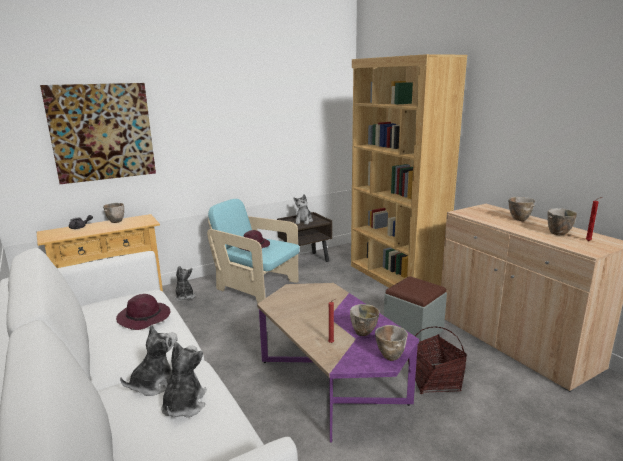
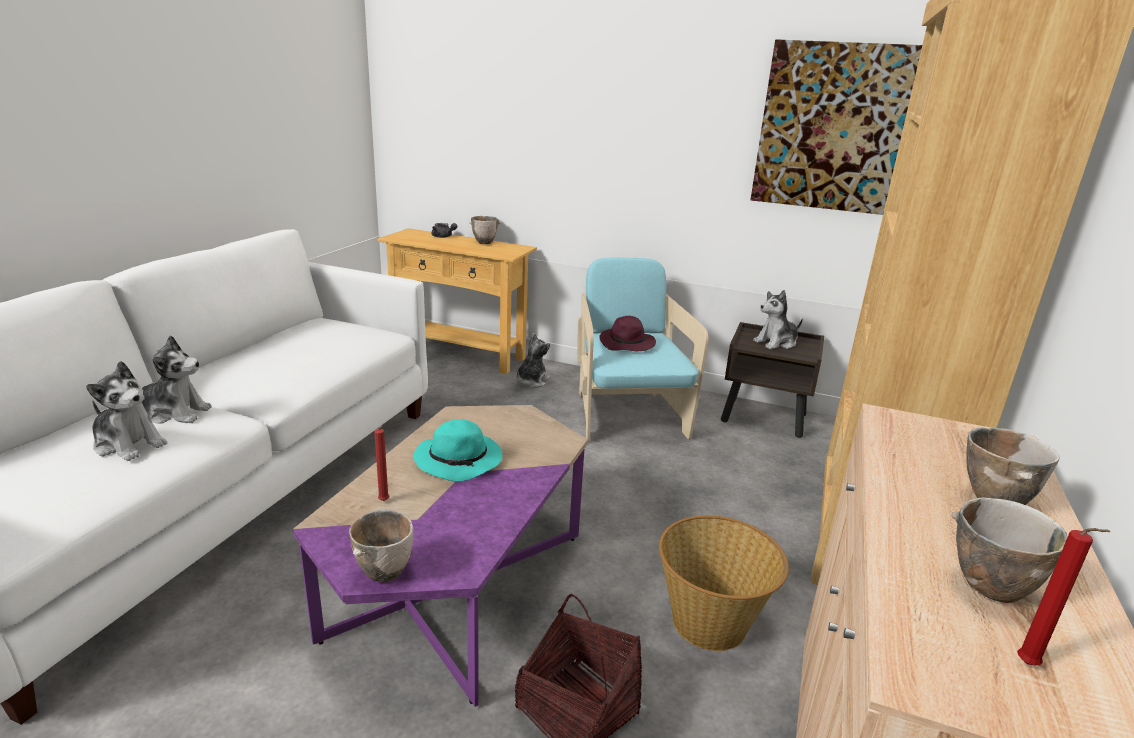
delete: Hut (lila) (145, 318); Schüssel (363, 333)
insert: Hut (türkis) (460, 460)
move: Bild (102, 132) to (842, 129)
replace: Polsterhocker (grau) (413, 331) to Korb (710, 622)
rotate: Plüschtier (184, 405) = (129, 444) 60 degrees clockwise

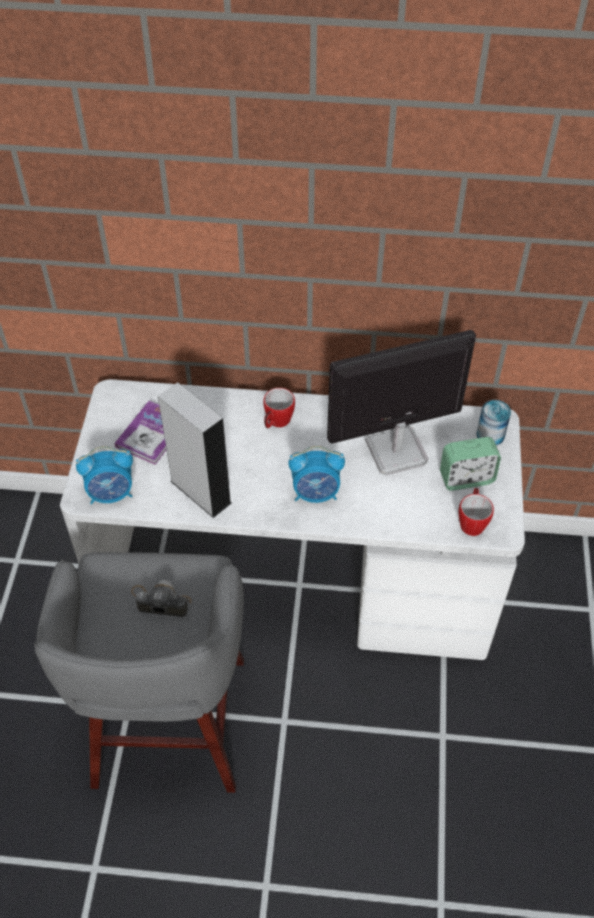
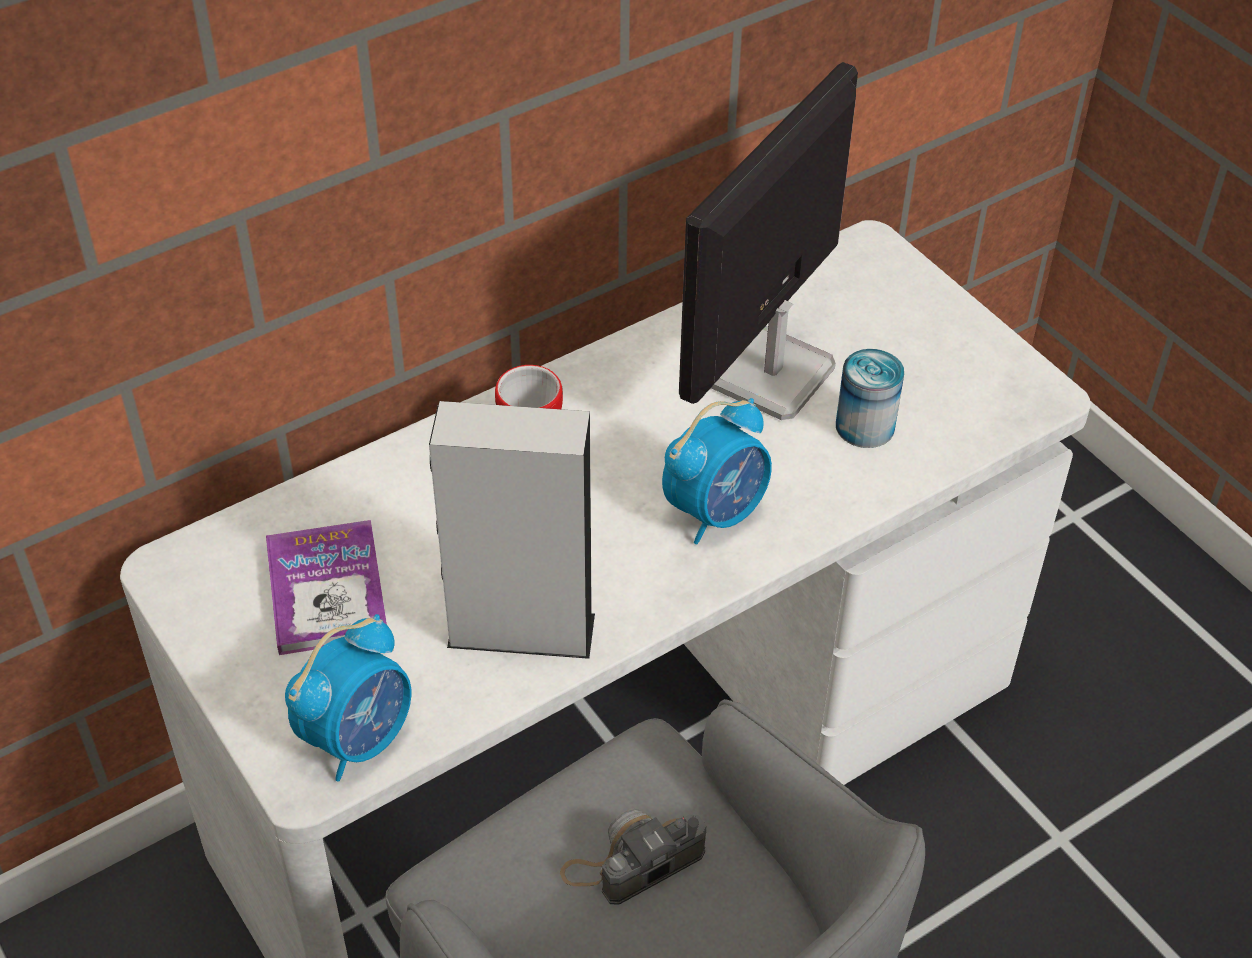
delete: Wecker (466, 478); Henkelbecher (472, 521)
move: Dose (490, 435) to (865, 426)

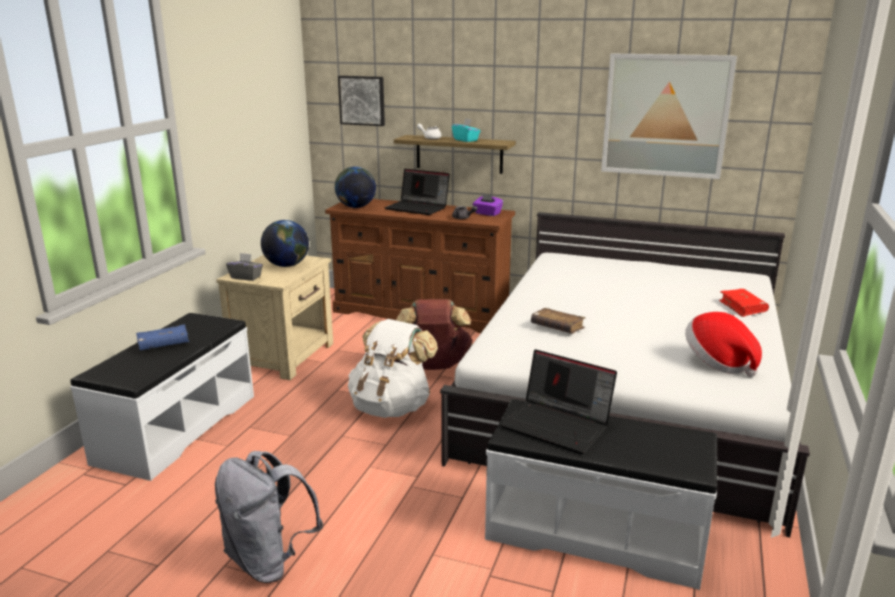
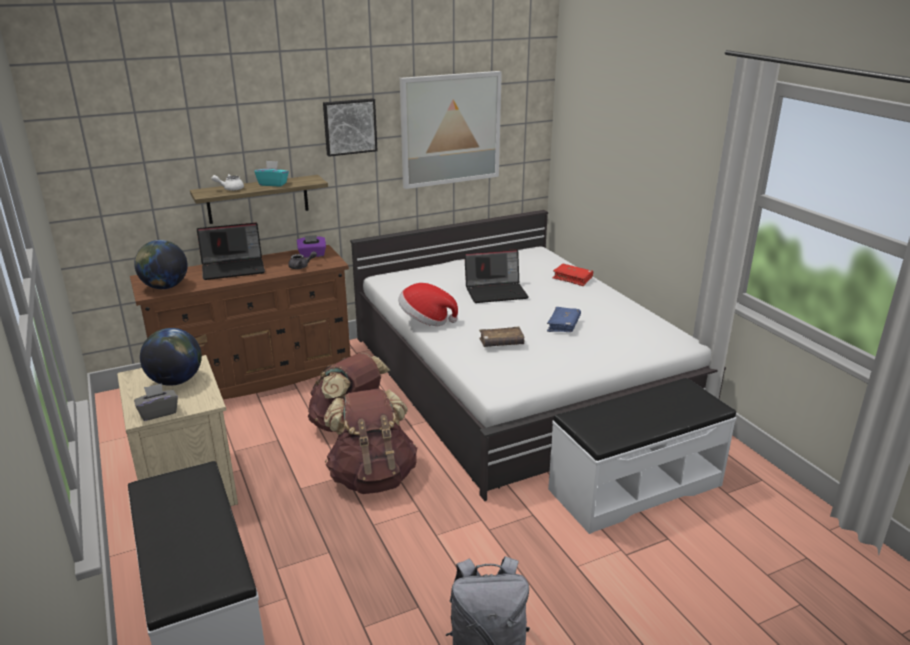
move: Buch (blau) (163, 344) to (563, 325); Bild (362, 100) to (349, 126); Laptop (558, 425) to (496, 292); Hut (718, 362) to (426, 320)
recolor: Rucksack (weiß) (391, 407) to Rucksack (braun) (372, 477)

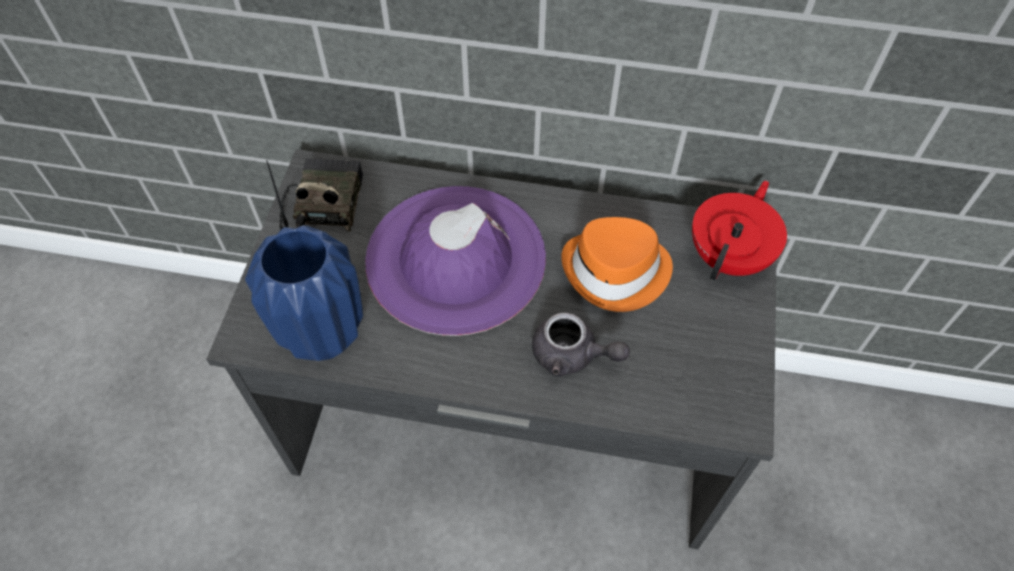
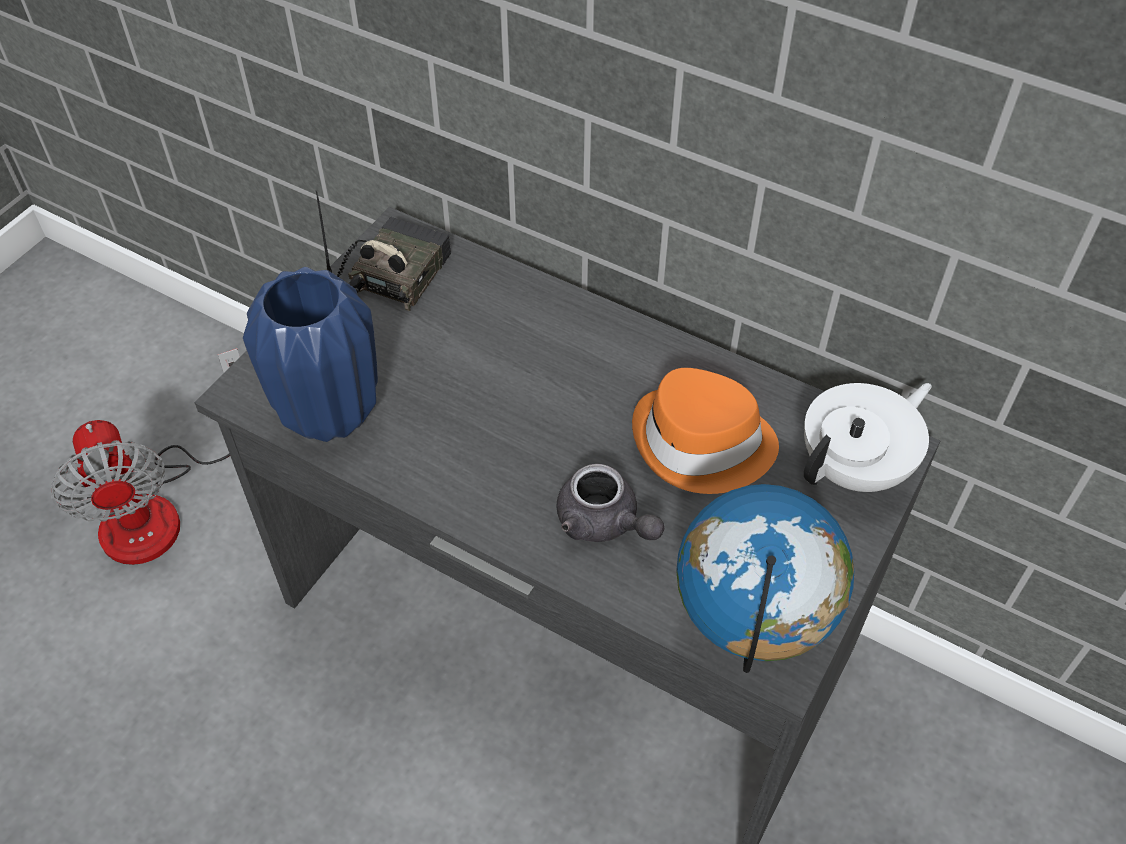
delete: Hut (lila) (455, 258)
insert: Ventilator (160, 507); Globus (749, 633)
recolor: Teekanne (rot) (730, 256) to Teekanne (weiß) (856, 467)

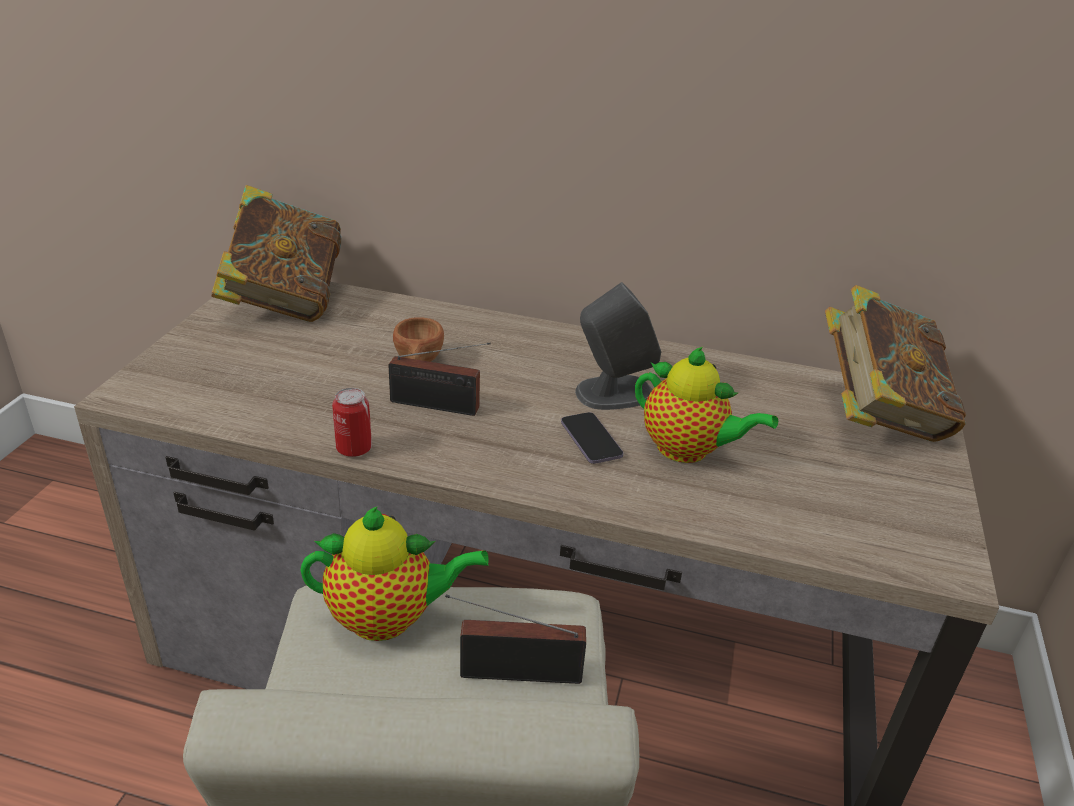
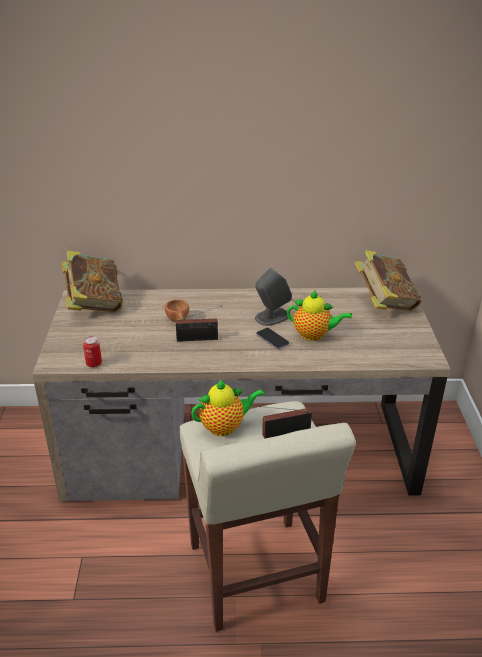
move: Dose (354, 449) to (94, 363)

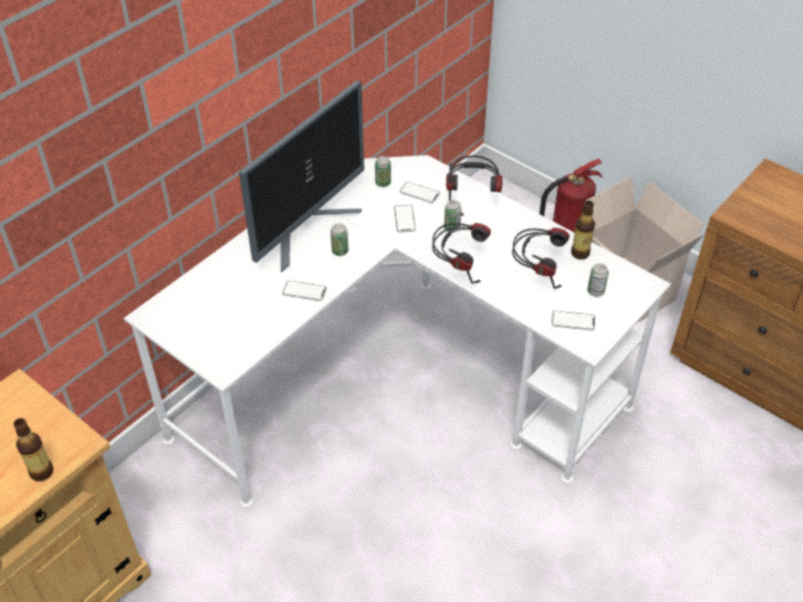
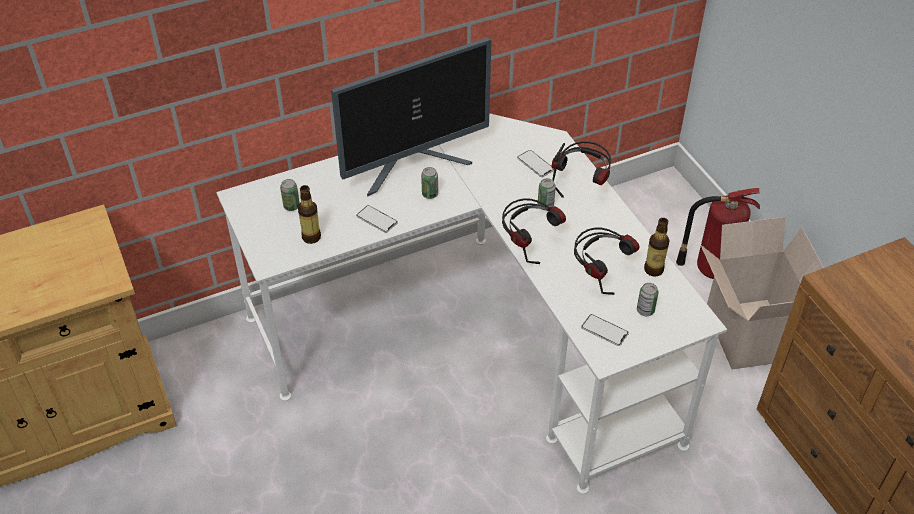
delete: Handy (404, 219)
move: Flasche (41, 472) to (311, 237); Dose (383, 183) to (291, 206)

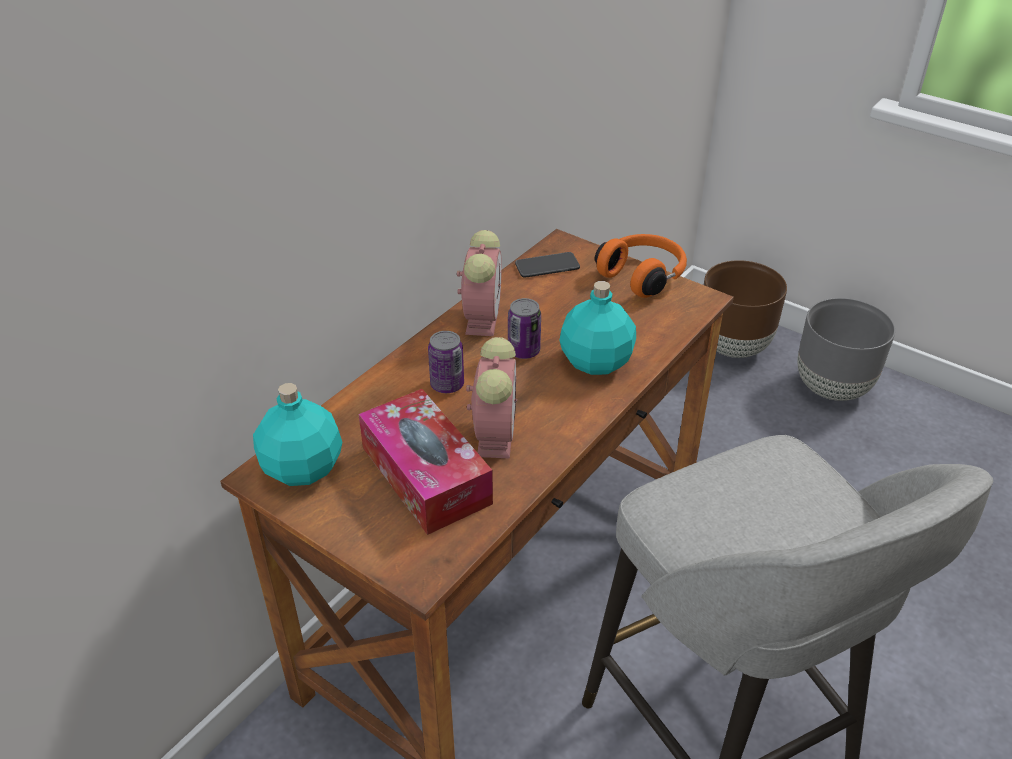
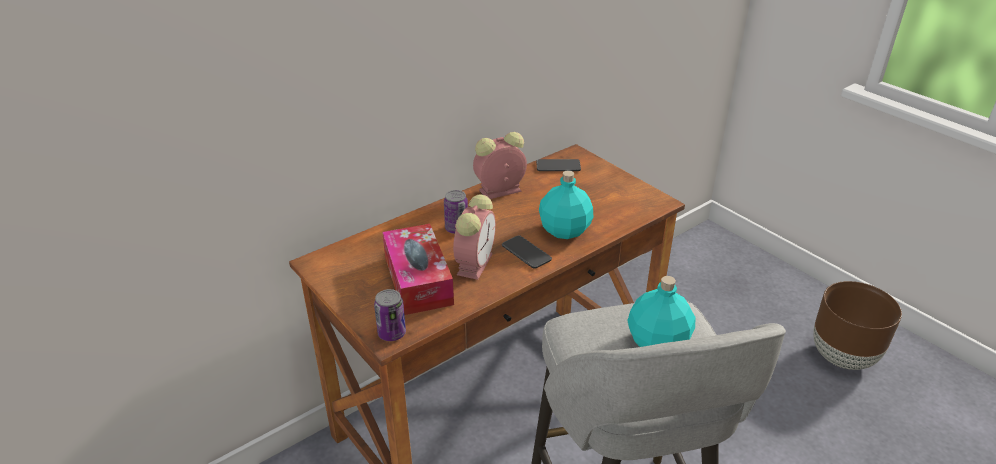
delete: Kopfhörer (orange) (643, 276); Pflanzkübel (grau) (832, 388)
insert: Handy (526, 253)
move: Flasche (türkis) (304, 468) to (658, 342); Dose (524, 351) to (392, 333); Pflanzkübel (braun) (733, 346) to (843, 356)
rotate: Wecker (482, 317) = (498, 191) 135 degrees counterclockwise

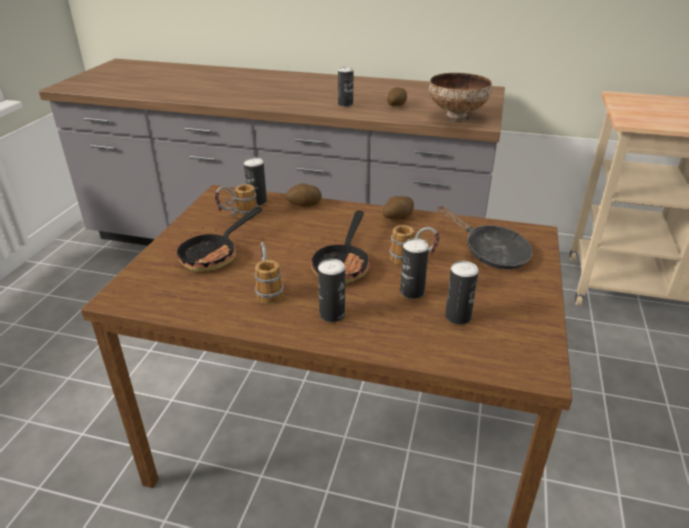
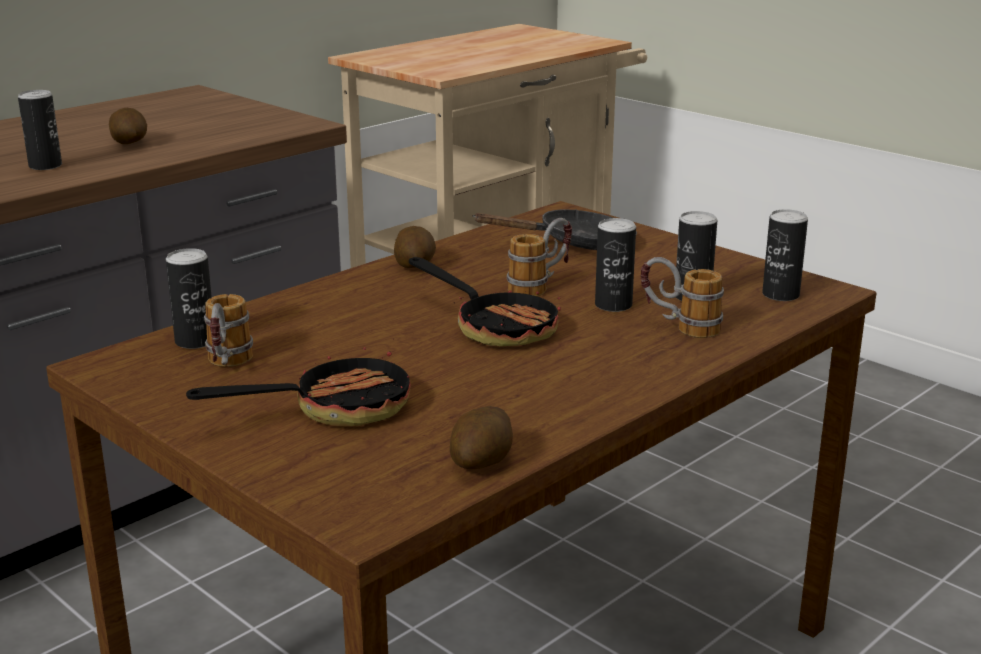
delete: Schüssel (457, 118)
move: Henkelbecher (268, 289) to (679, 327); Kartoffel (303, 205) to (482, 463); Dose (332, 314) to (780, 295)
rotate: Pfanne (215, 255) = (334, 408) 90 degrees counterclockwise

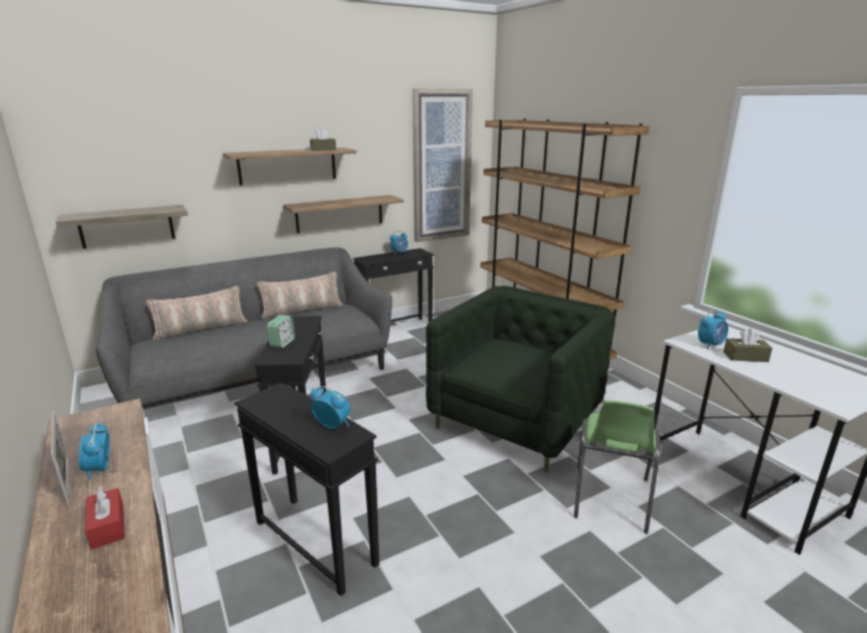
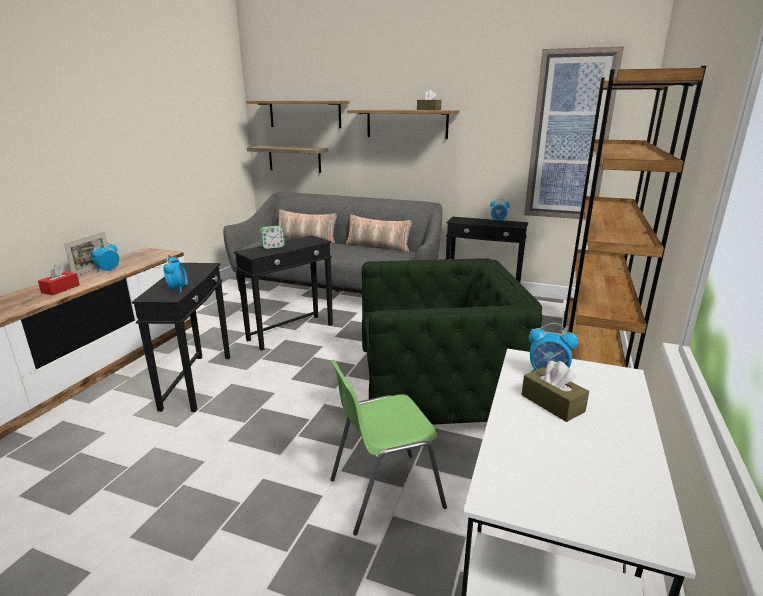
move: Wandregal (340, 213) to (305, 114)

